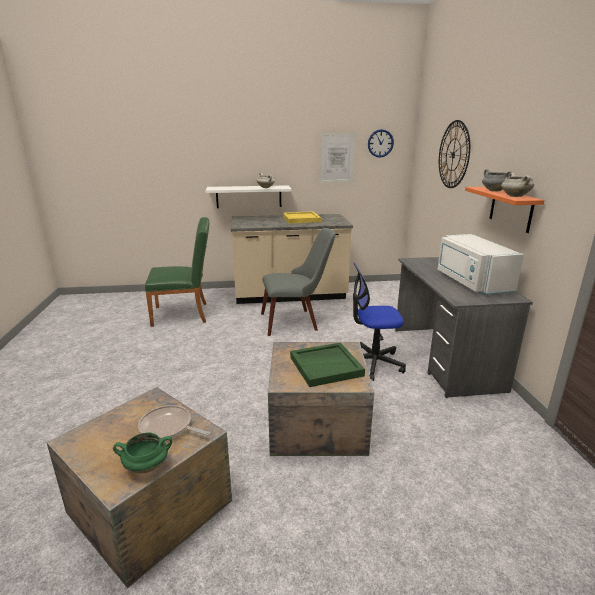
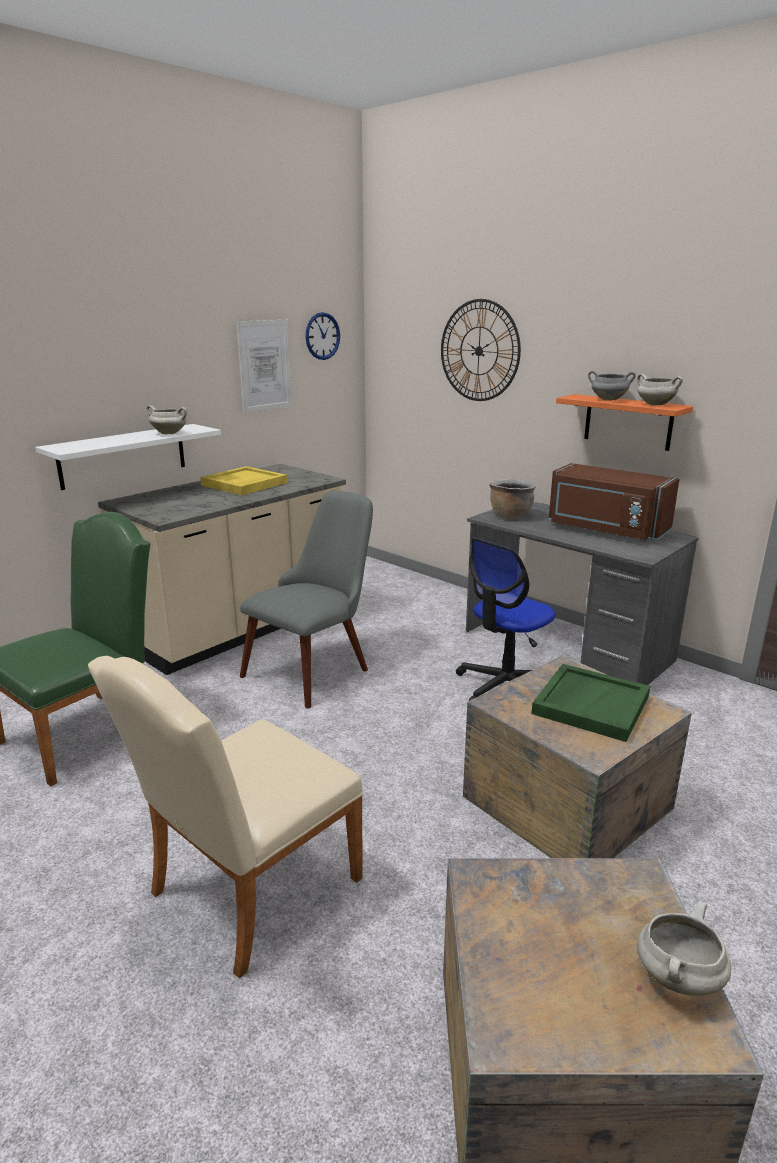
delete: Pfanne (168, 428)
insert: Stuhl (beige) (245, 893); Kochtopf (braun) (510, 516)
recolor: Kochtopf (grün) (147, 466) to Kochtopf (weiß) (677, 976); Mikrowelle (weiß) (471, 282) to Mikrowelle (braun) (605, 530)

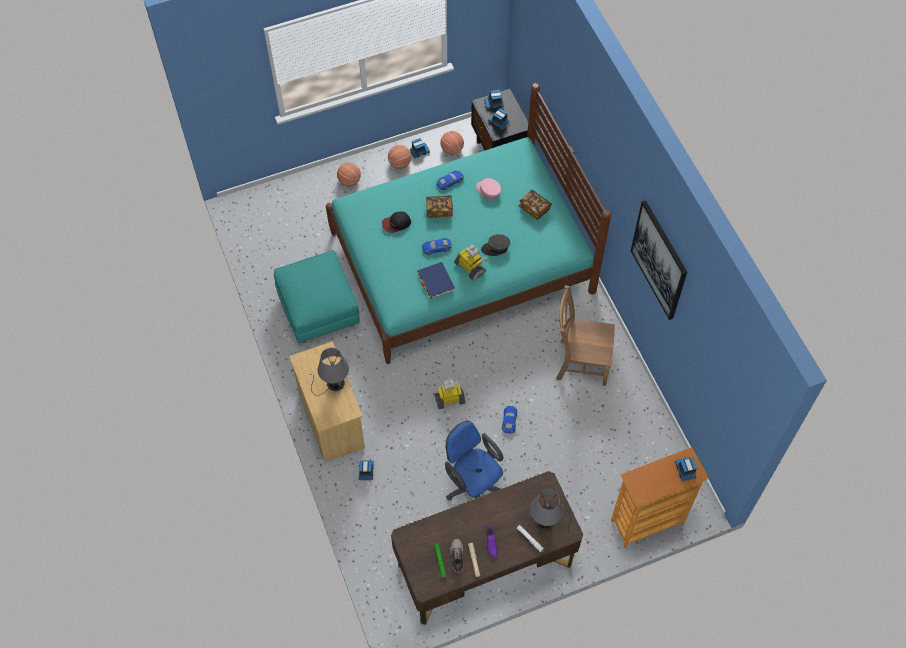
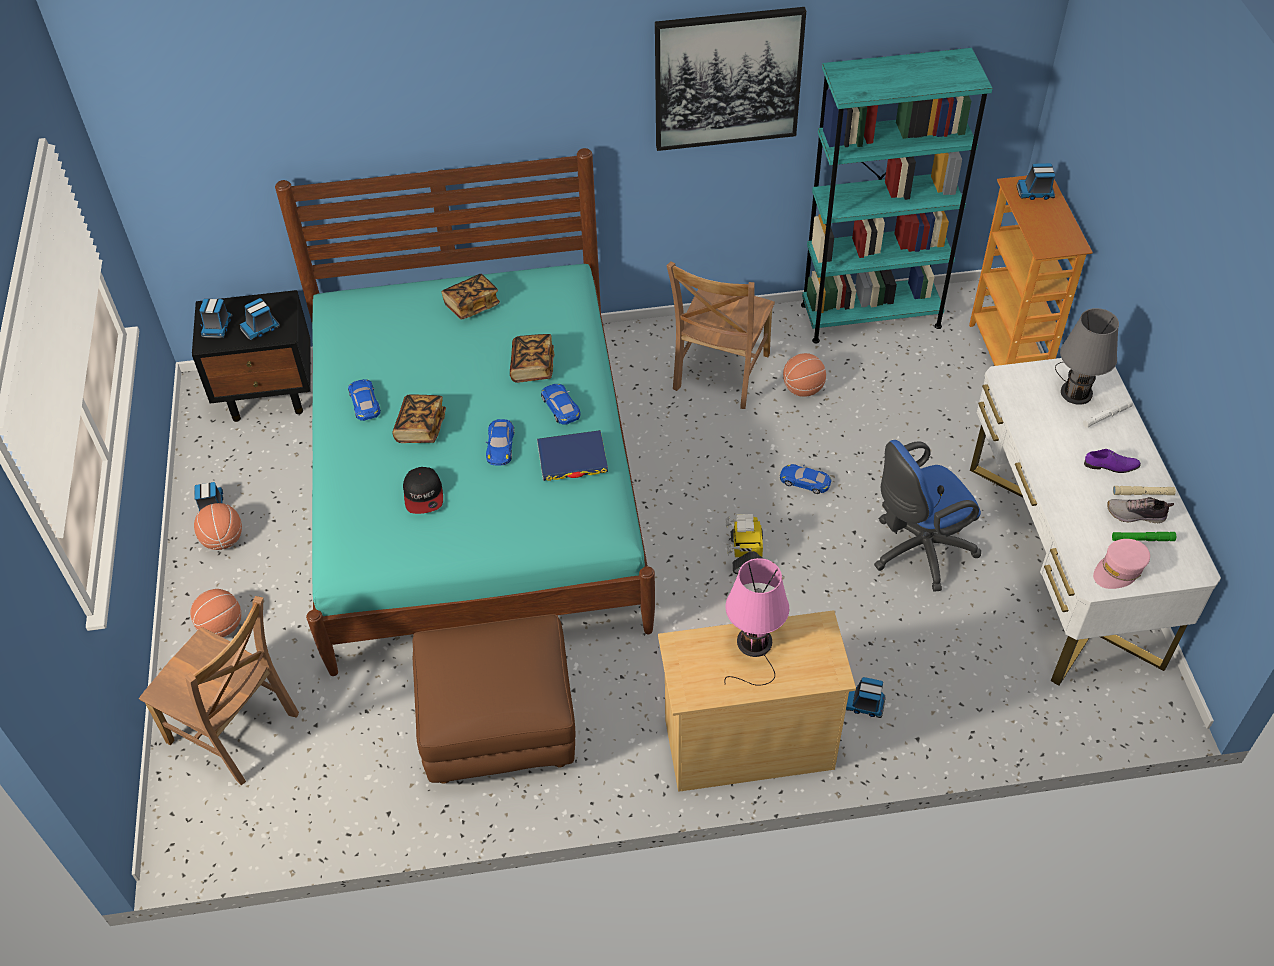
insert: Stuhl (braun) (236, 731); Bücherregal (türkis) (870, 315)
move: Basketball (452, 149) to (803, 389); Kappe (rosa) (488, 191) to (1119, 570)
replace: Spielzeugroboter (470, 268) to Spielzeugauto (blau) (560, 407); Kappe (grau) (495, 248) to Buch (532, 367)
recolor: Polsterhocker (türkis) (319, 310) to Polsterhocker (braun) (500, 726); Tischlampe (grau) (333, 383) to Tischlampe (rosa) (754, 646); Schreibtisch (braun) (485, 565) to Schreibtisch (weiß) (1062, 562)

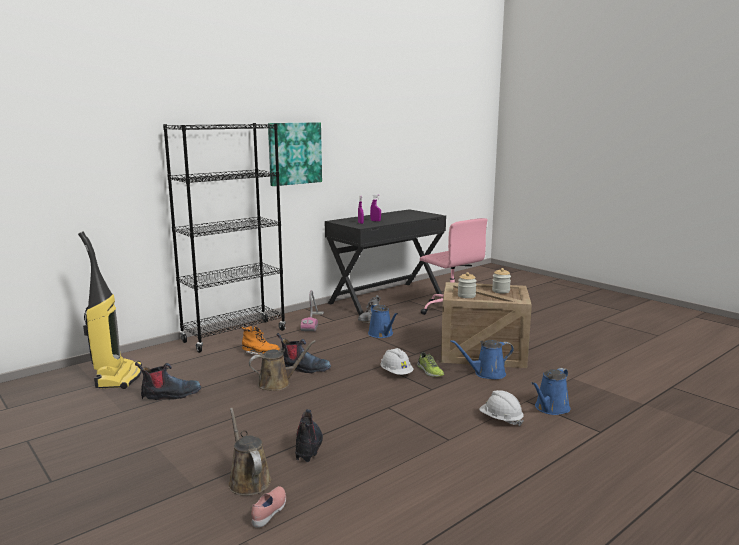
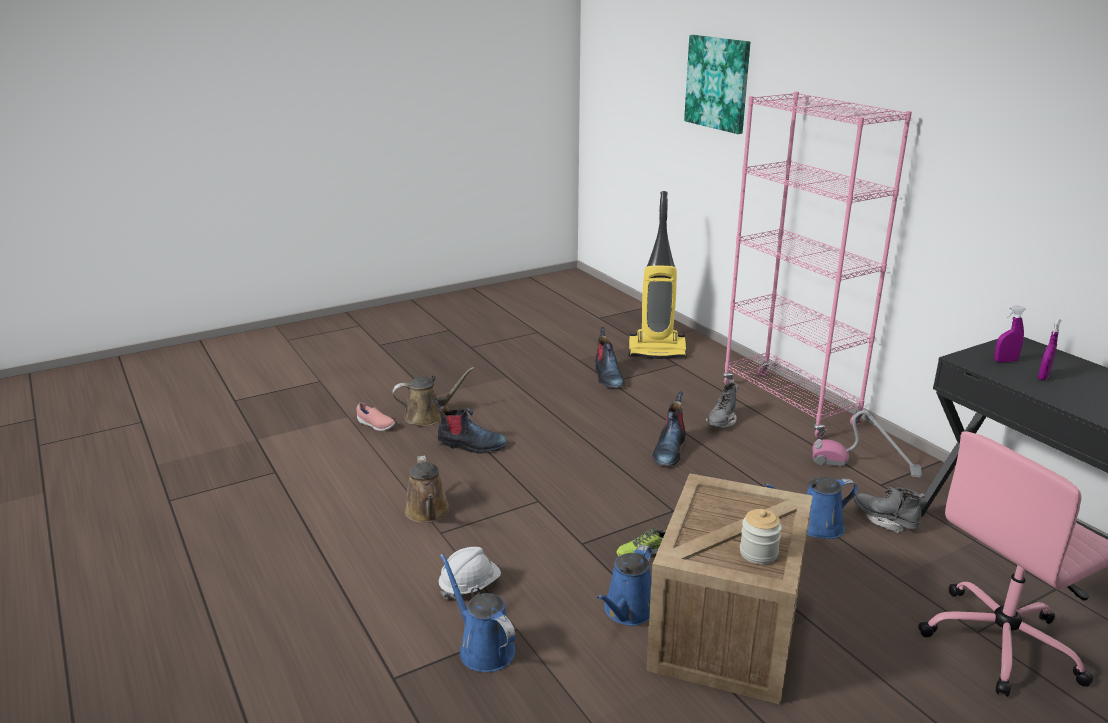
delete: Schutzhelm (weiß) (396, 373); Vorratsglas (466, 296)
move: Gießkanne (braun) (277, 383) to (428, 513); Bild (294, 153) to (718, 83)
recolor: Bücherregal (schwarz) (234, 336) to Bücherregal (rosa) (789, 405); Stiefel (orange) (260, 354) to Stiefel (grau) (721, 422)
rotate: Gießkanne (blau) (487, 374) = (628, 611) 150 degrees counterclockwise

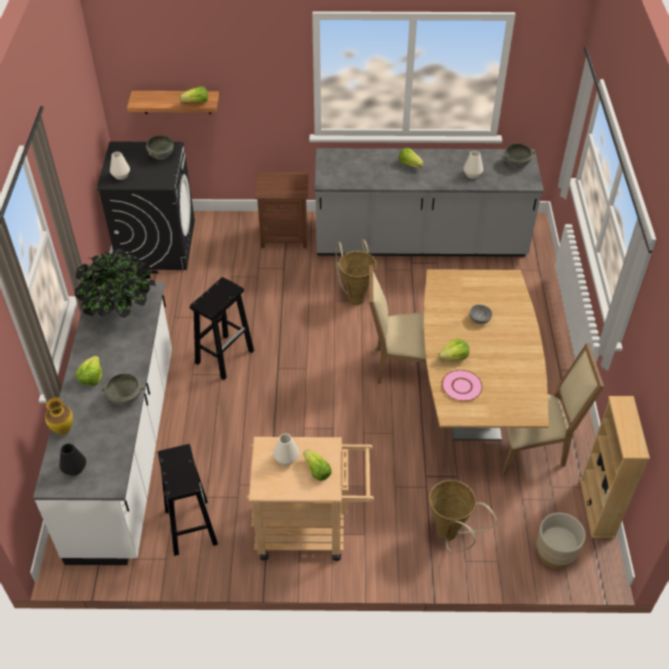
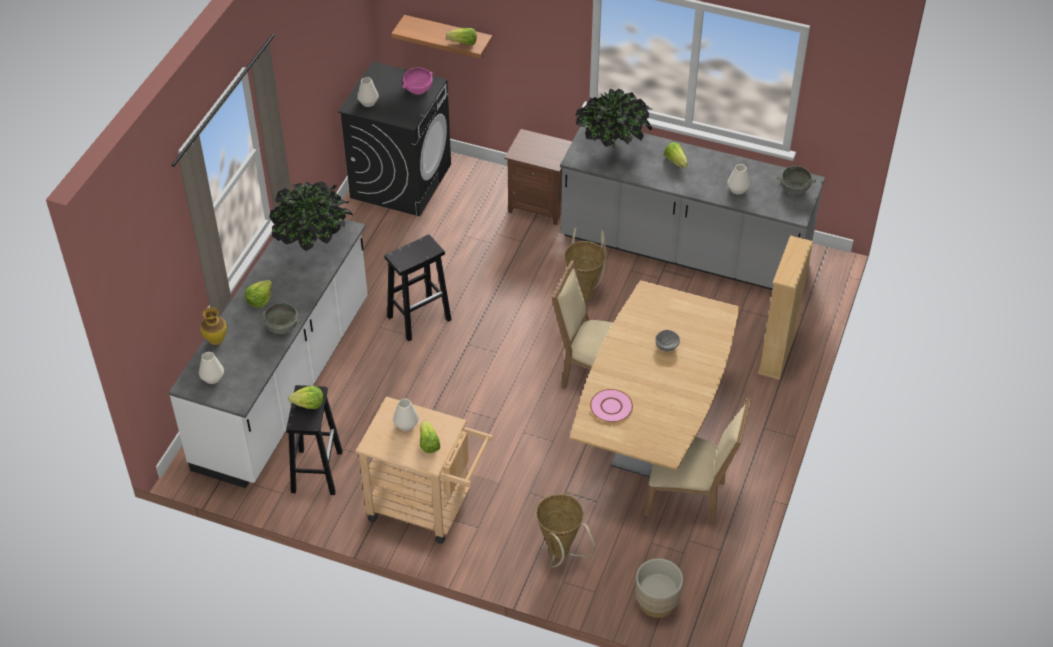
insert: Topfpflanze (611, 147)
move: Salatkopf (454, 357) to (309, 404); Bücherregal (beige) (597, 507) to (777, 353)
recolor: Vase (schwarz) (74, 468) to Vase (weiß) (212, 378); Schüssel (grau) (161, 155) to Schüssel (rosa) (418, 89)

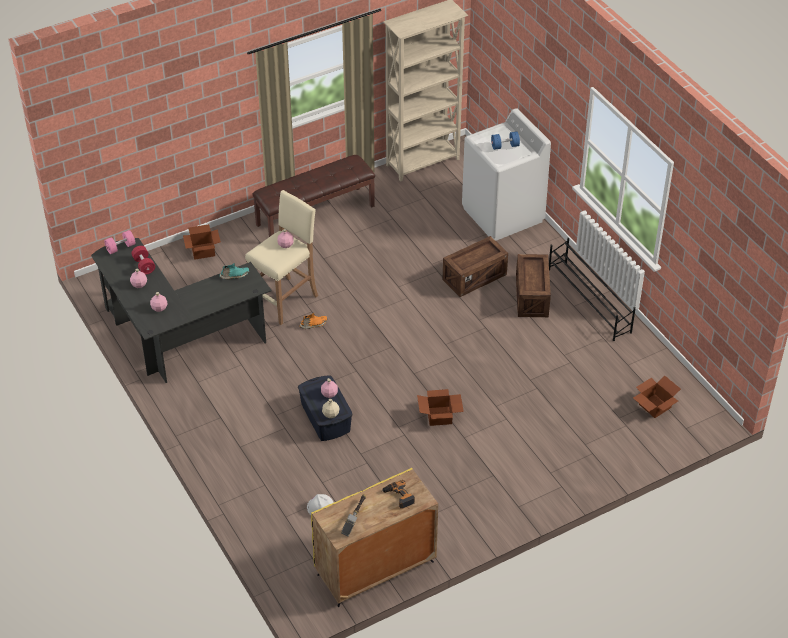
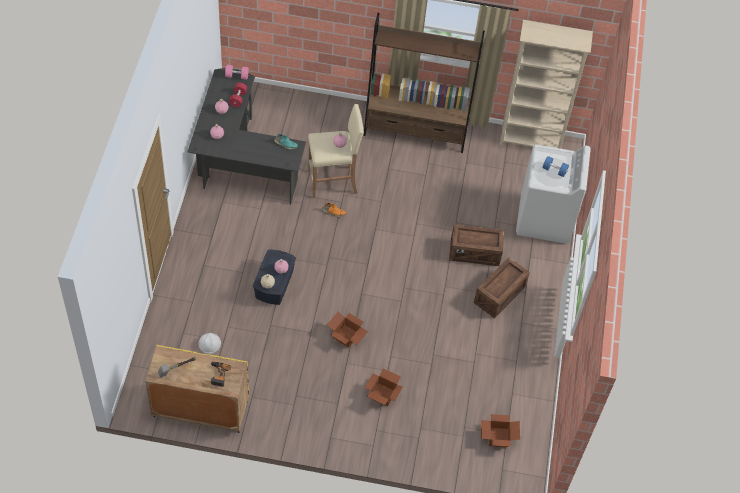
delete: Schuhregal (schwarz) (589, 301)
move: Karton (203, 250) to (383, 394)
replace: Bank (braun) (315, 215) to Bücherregal (braun) (415, 132)

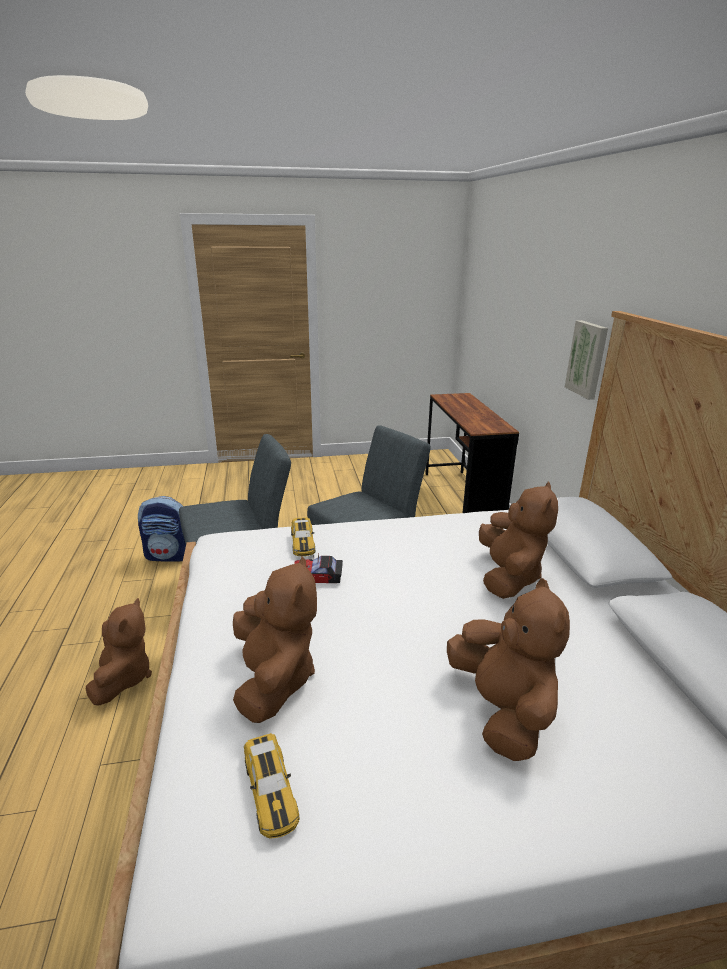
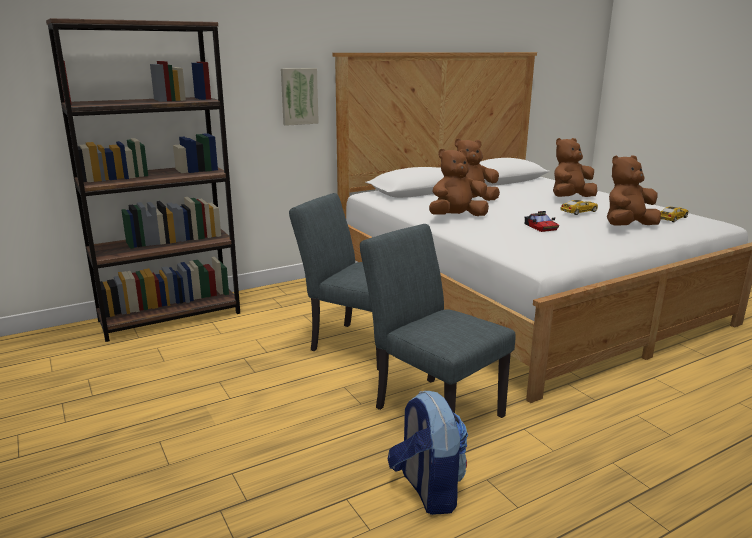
move: Plüschtier (braun) (123, 678) to (456, 217); Spielzeugauto (303, 542) to (579, 211)
replace: Schreibtisch (braun) (462, 497) to Bücherregal (braun) (170, 316)

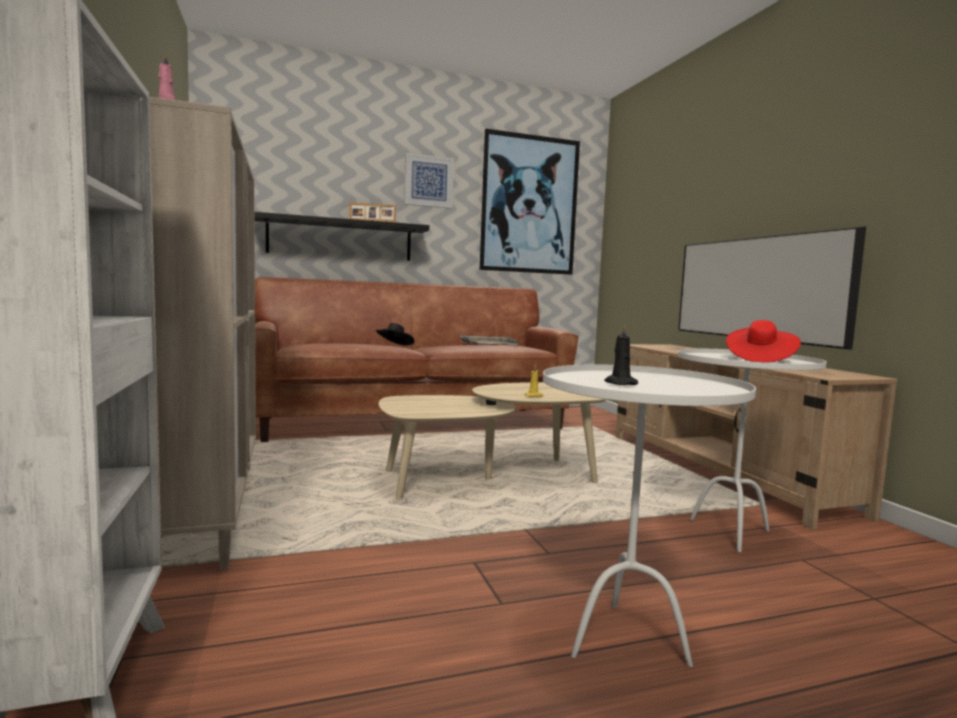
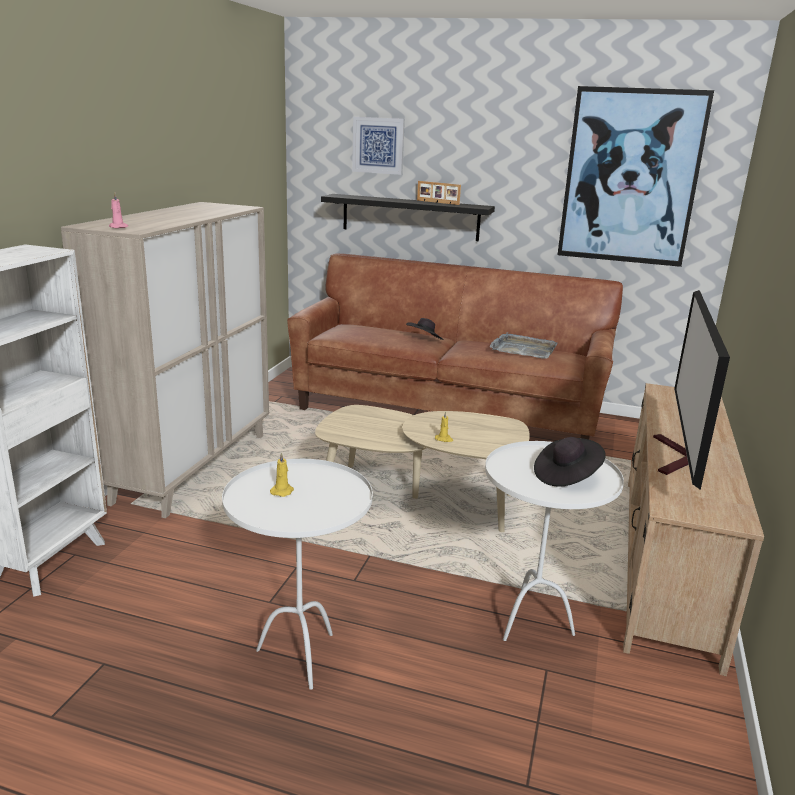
move: Bild (428, 181) to (378, 145)
recolor: Kerze (schwarz) (619, 383) to Kerze (gelb) (282, 491); Hut (rot) (759, 359) to Hut (schwarz) (566, 476)

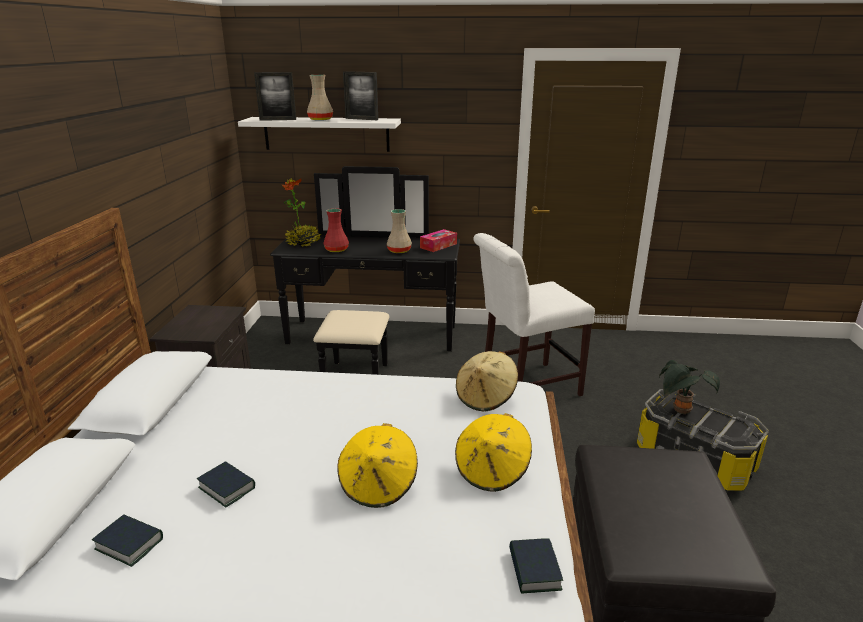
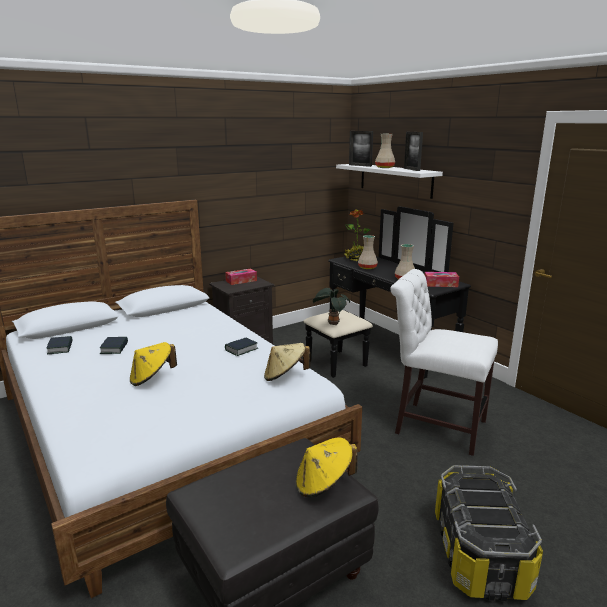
insert: Taschentuchbox (241, 281)
move: Hut (gelb) (492, 471) to (323, 484); Buch (534, 570) to (241, 349); Topfpflanze (680, 411) to (332, 323)
recolor: Vase (rot) (336, 250) to Vase (beige) (367, 267)

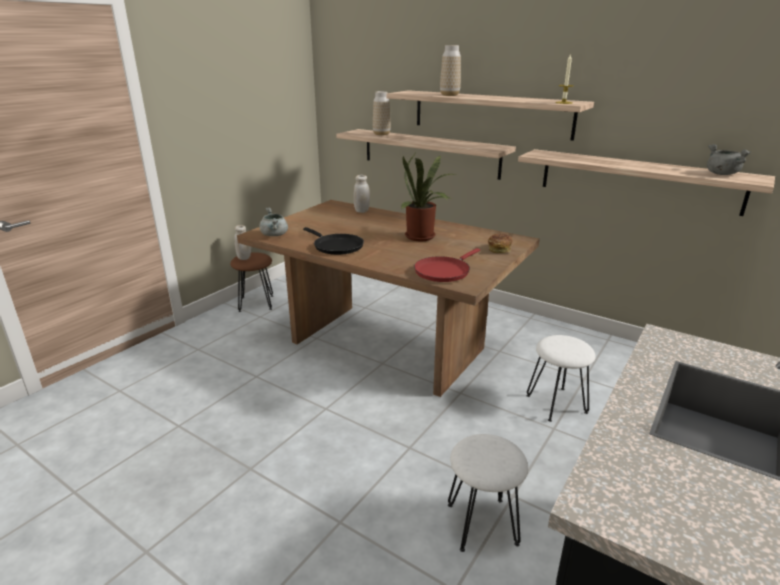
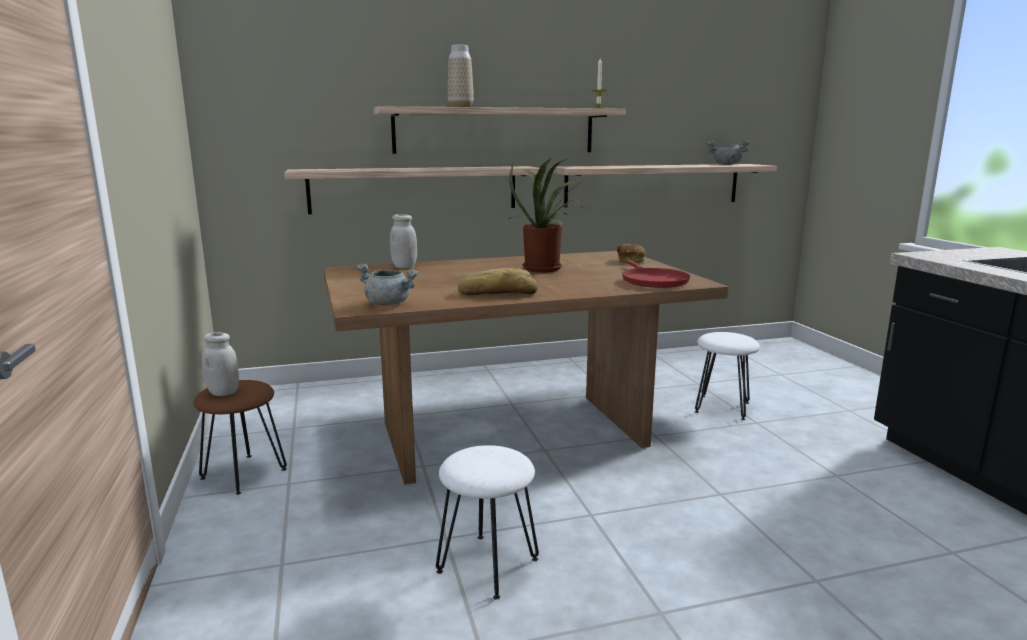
delete: Vase (381, 134)
move: Hocker (weiß) (481, 524) to (487, 565)
replace: Pfanne (schwarz) (336, 246) to Brot (498, 293)

